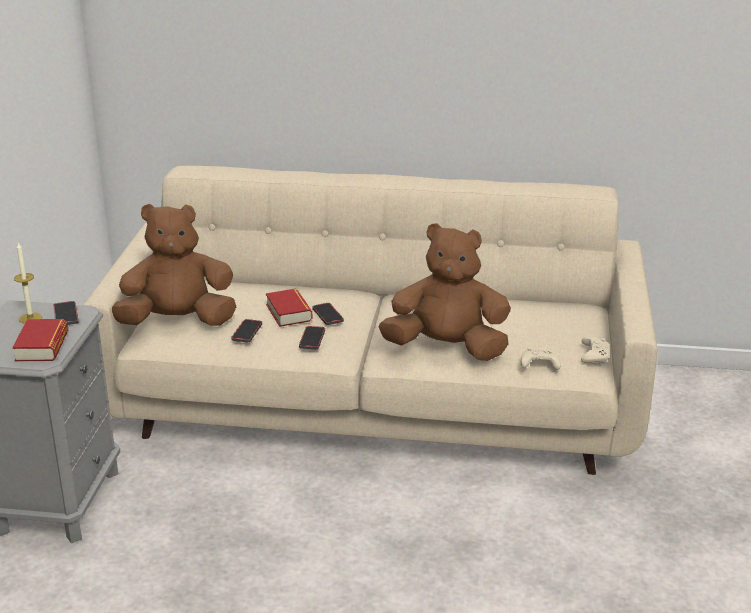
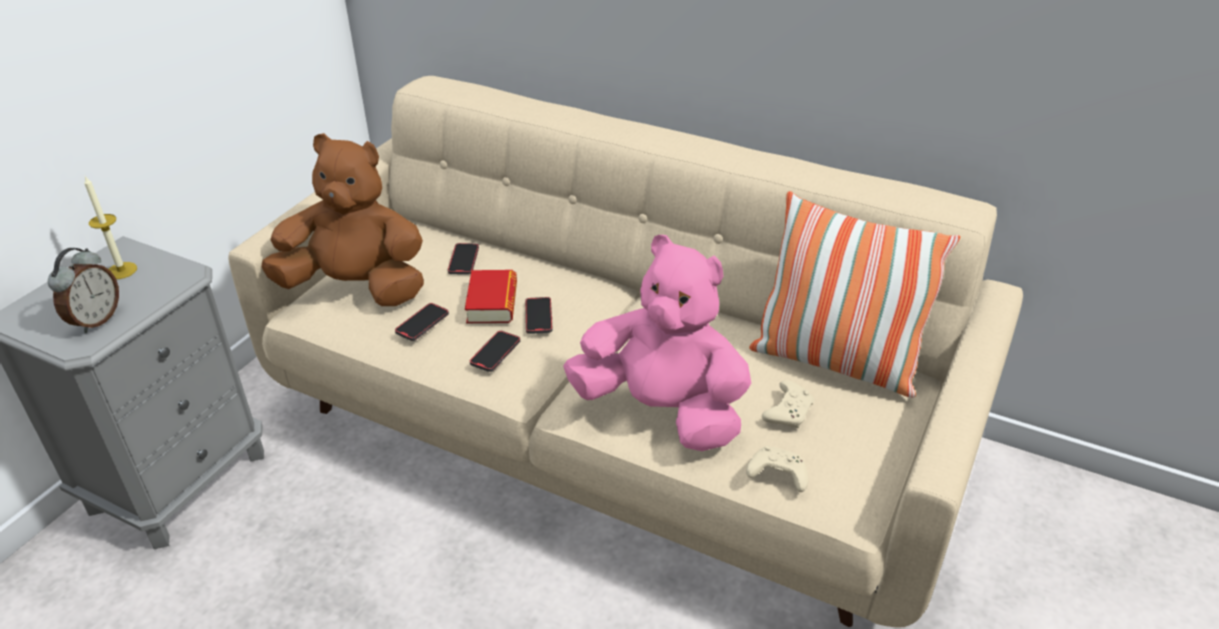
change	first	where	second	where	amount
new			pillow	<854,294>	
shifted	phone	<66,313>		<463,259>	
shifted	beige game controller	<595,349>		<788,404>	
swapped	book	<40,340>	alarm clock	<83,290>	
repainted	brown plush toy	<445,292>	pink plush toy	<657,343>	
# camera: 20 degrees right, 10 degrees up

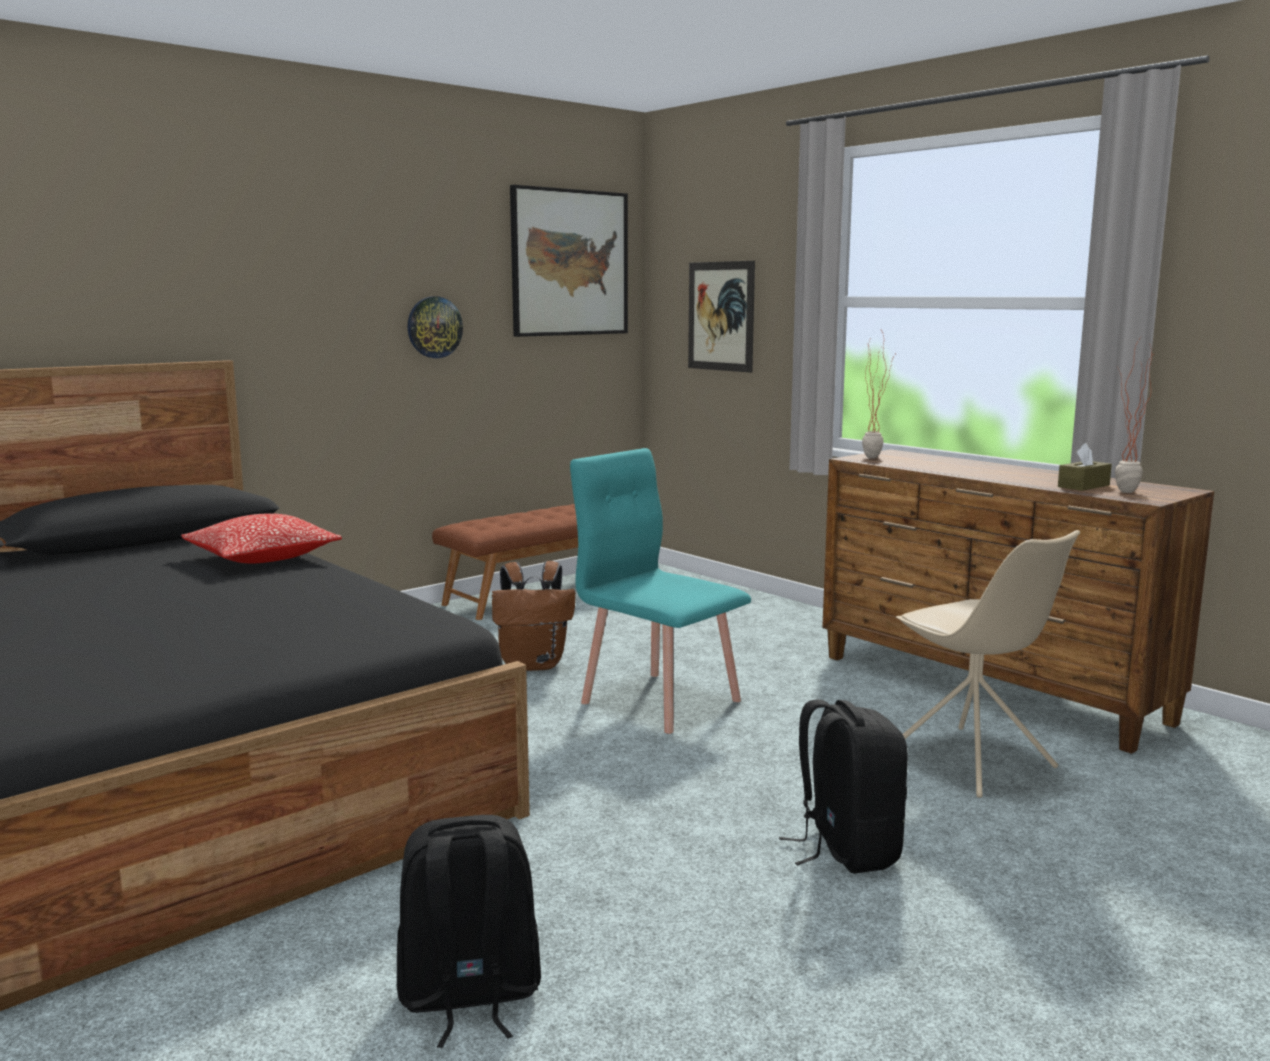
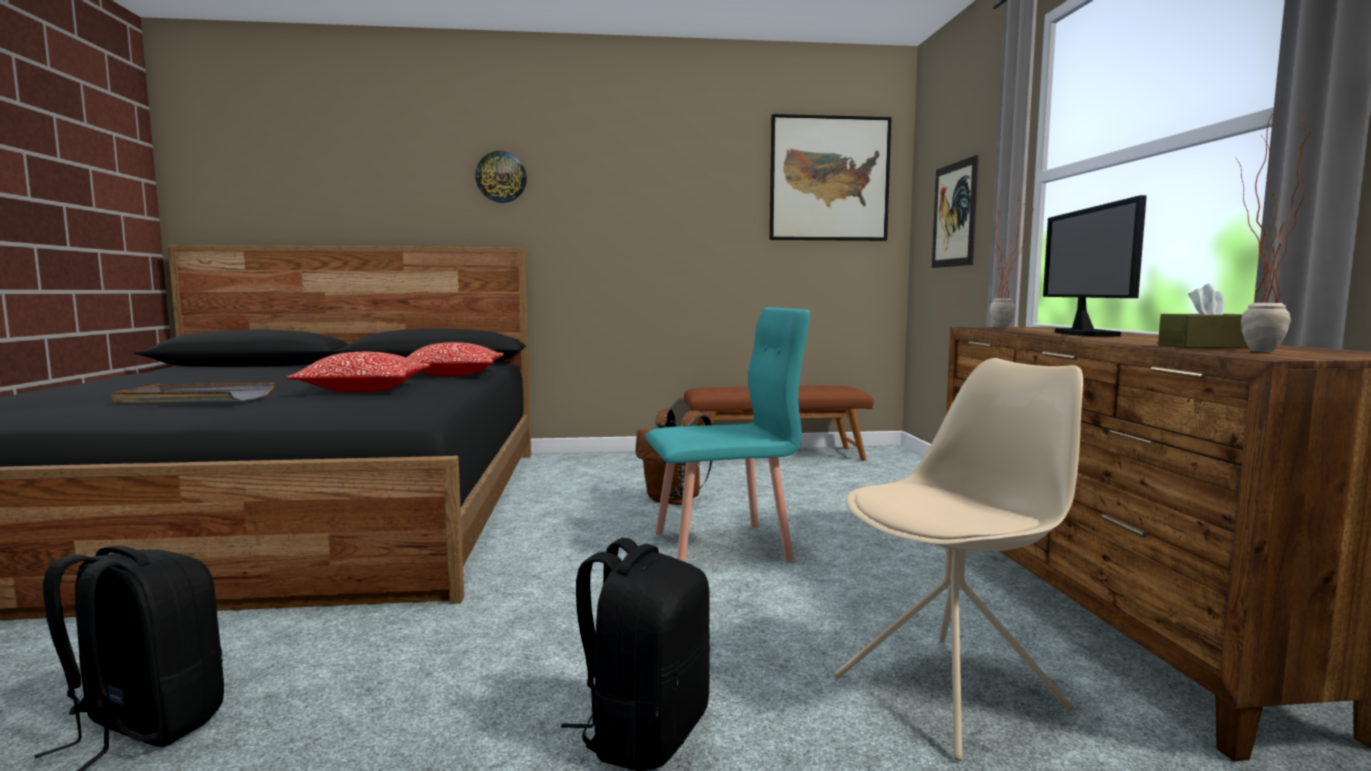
change	first	where	second	where	amount
new			grey tray	<193,393>	
new			pillow	<358,372>	
new			monitor	<1095,266>	
shifted	wall clock	<435,327>		<501,177>	
rotated	turquoise chair	<660,591>		<727,434>	90 degrees clockwise
rotated	beige chair	<988,664>		<959,559>	120 degrees counterclockwise
# camera: 35 degrees right, 5 degrees down

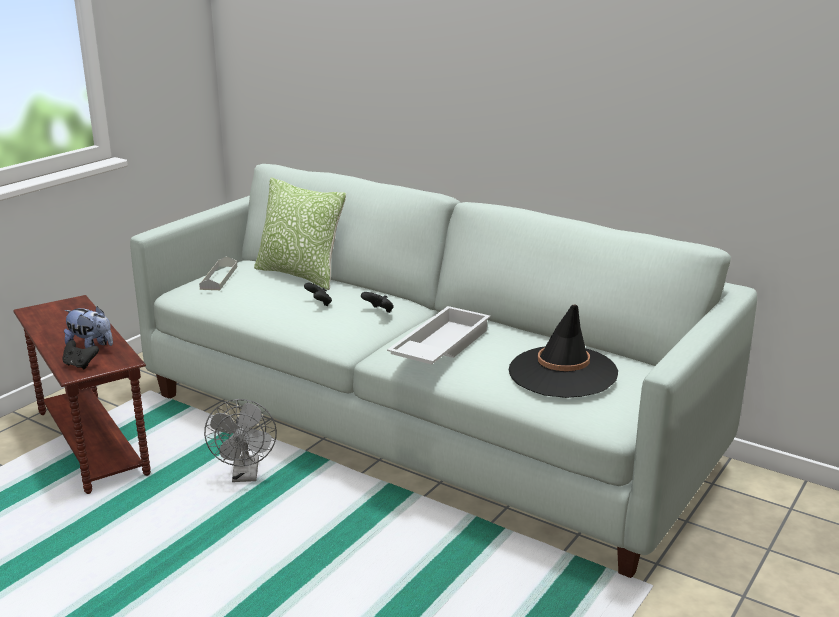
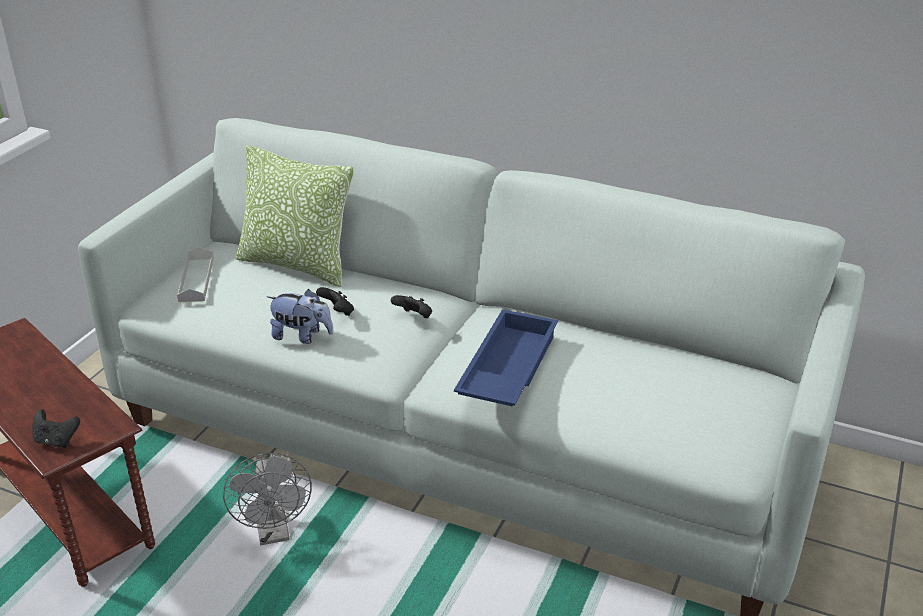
change	first	where	second	where	amount
gone	black hat	<563,351>			
shifted	plush toy	<88,327>		<300,316>	
repainted	white tray	<439,335>	blue tray	<506,358>	
# camera: 10 degrees left, 10 degrees up

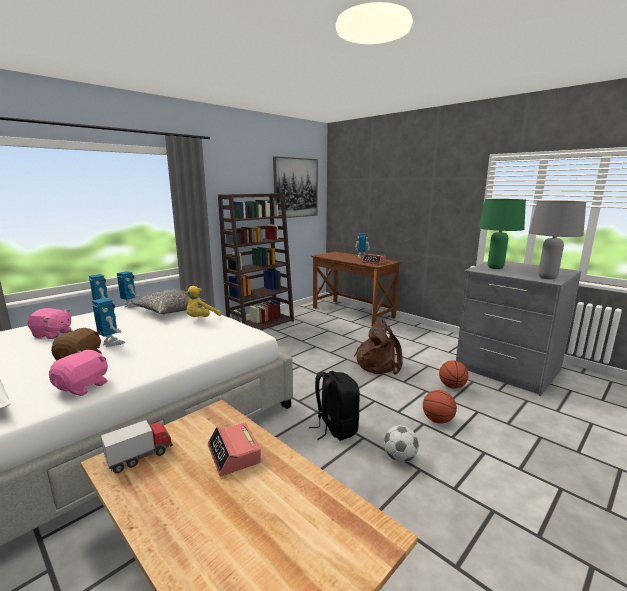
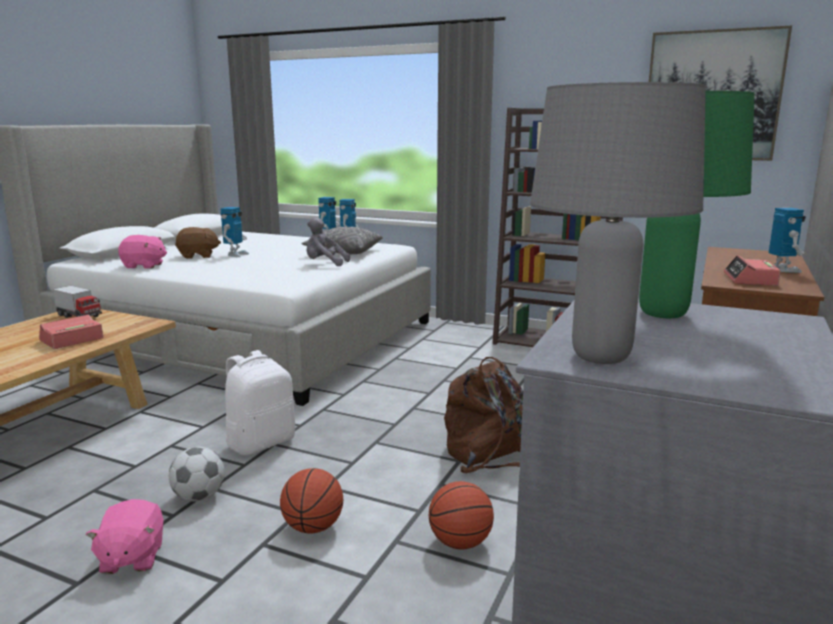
change	first	where	second	where	amount
shifted	pink plush toy	<49,323>		<125,536>	
repainted	yellow plush toy	<203,301>	grey plush toy	<328,241>	
repainted	black backpack	<334,405>	white backpack	<260,403>	
# camera: 70 degrees right, 0 degrees up

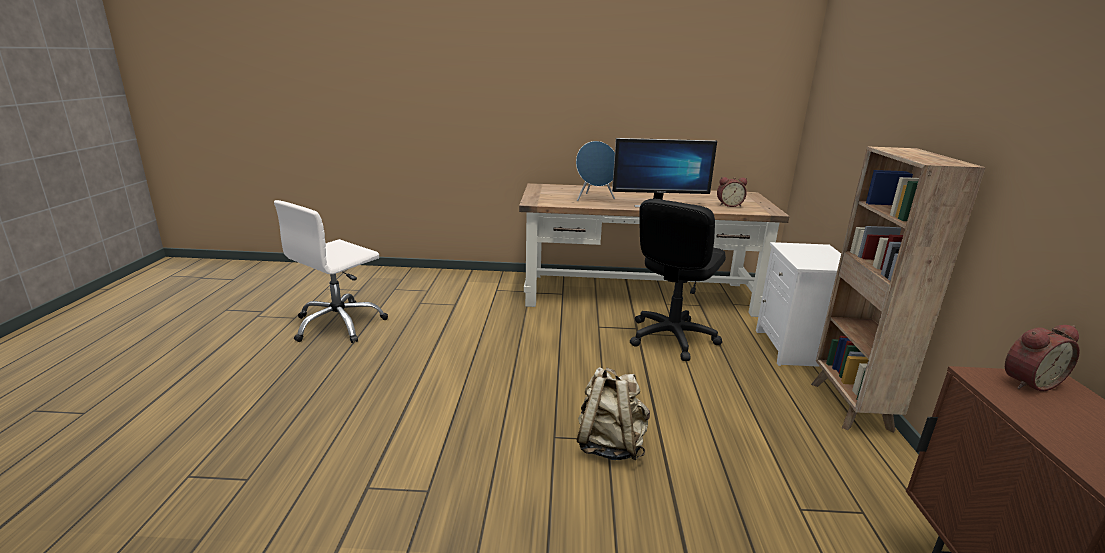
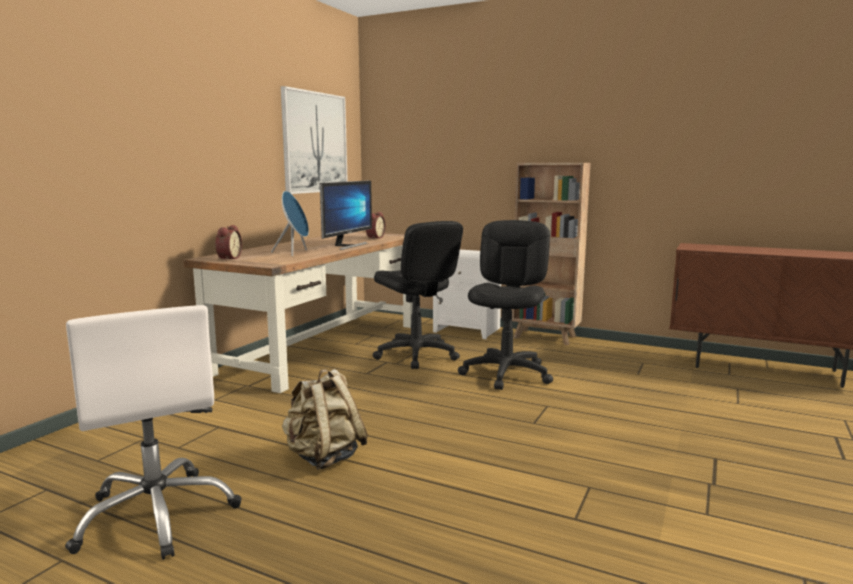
change	first	where	second	where	amount
new			picture	<314,140>	
new			black office chair	<505,305>	
shifted	beige backpack	<613,413>		<325,419>	
shifted	alarm clock	<1042,358>		<228,243>	
# camera: 65 degrees left, 10 degrees down

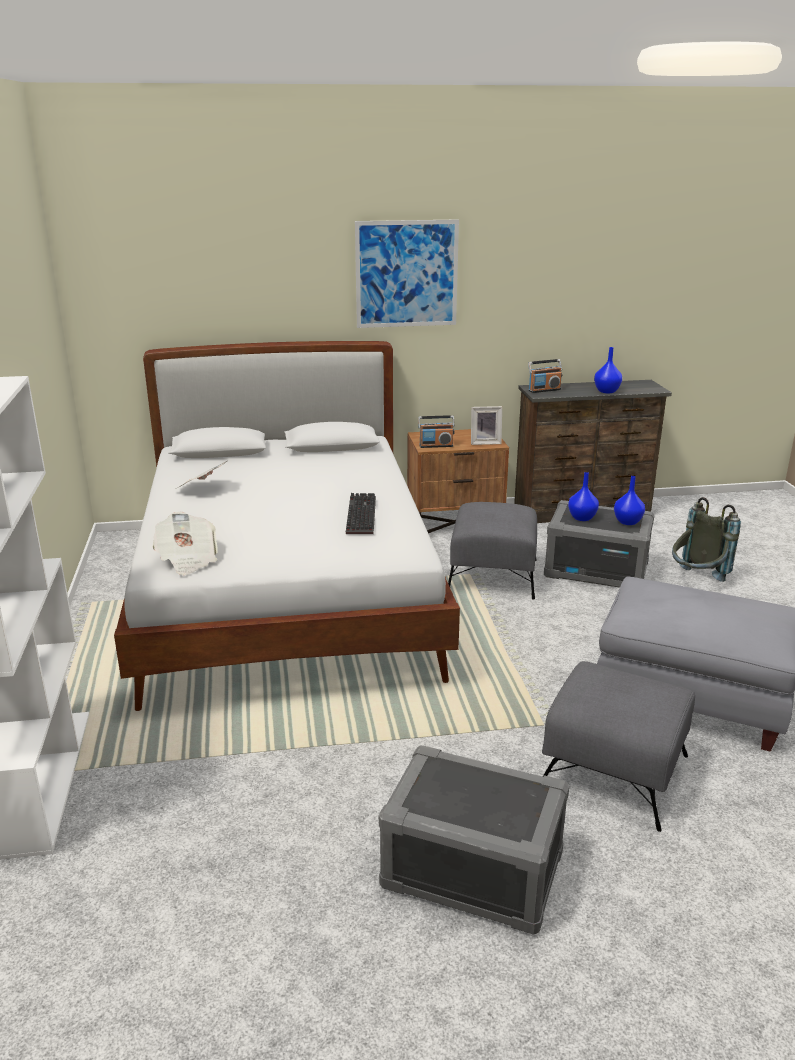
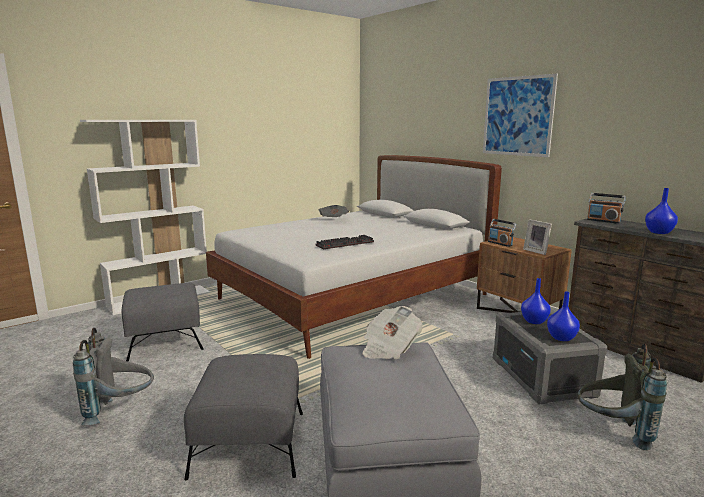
change	first	where	second	where	amount
shifted	newspaper	<185,543>		<392,332>	
shifted	grey ottoman	<492,551>		<162,322>	
swapped	grey storage box	<474,840>	grey backpack	<113,376>	
# camera: 60 degrees right, 10 degrees down

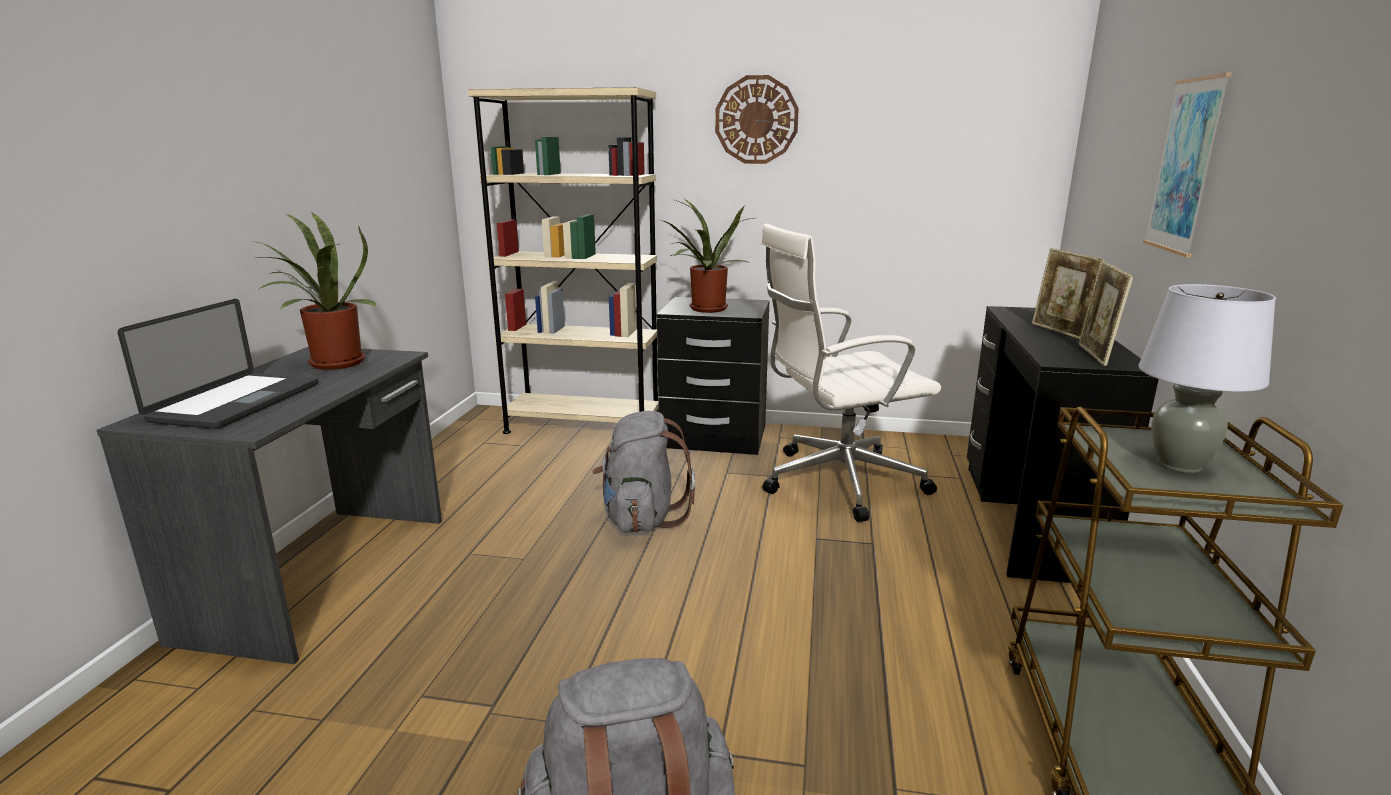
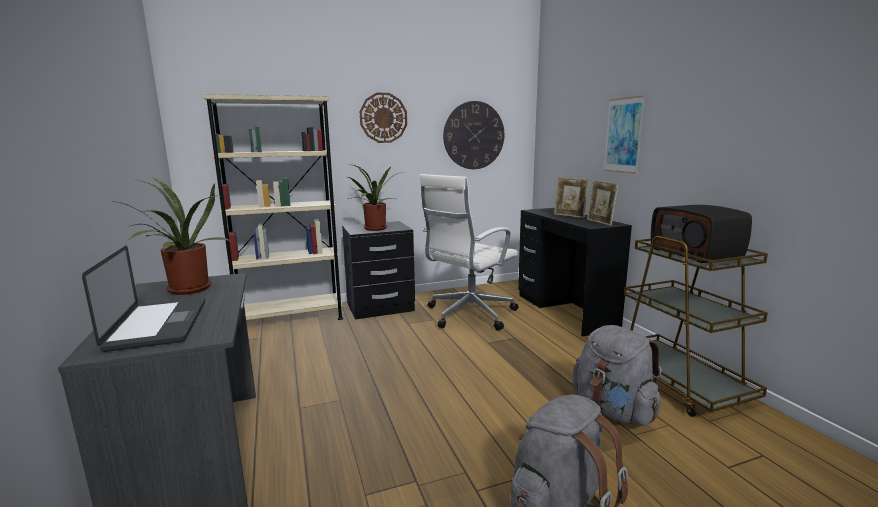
change	first	where	second	where	amount
new			wall clock	<473,135>	
shifted	grey backpack	<643,472>		<617,375>	
swapped	grey table lamp	<1207,378>	radio	<701,234>	
# camera: 30 degrees left, 5 degrees down

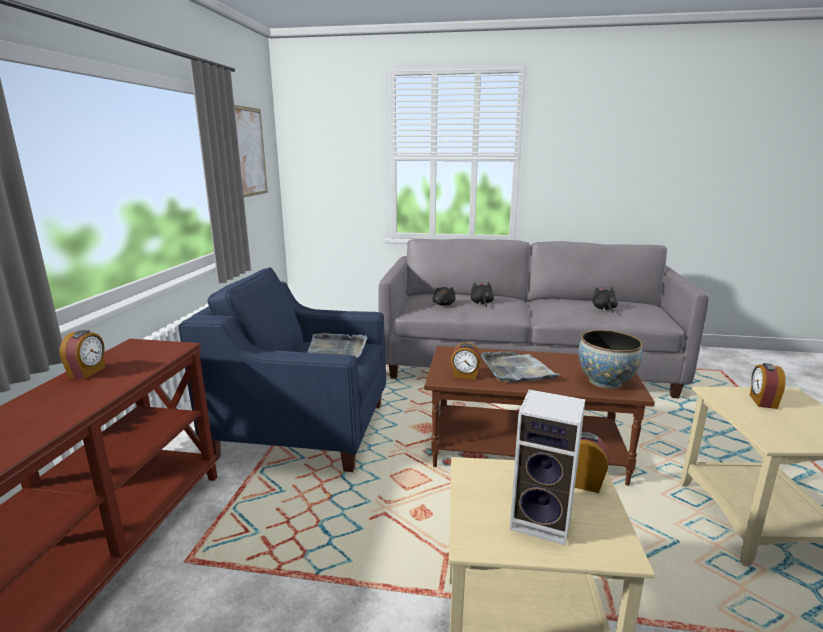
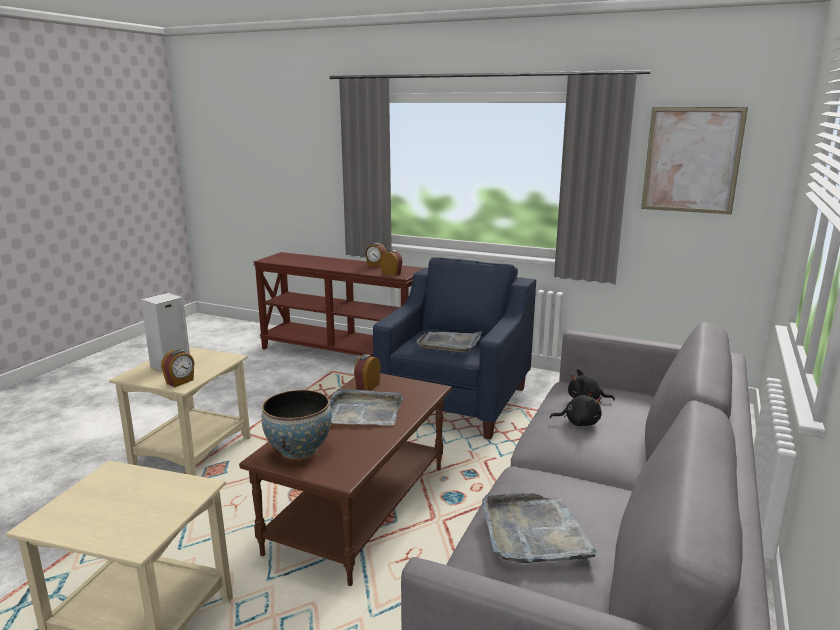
change	first	where	second	where	amount
shifted	alarm clock	<768,386>		<391,262>	
swapped	black plush toy	<605,300>	grey tray	<541,528>	
# camera: 105 degrees right, 0 degrees up

